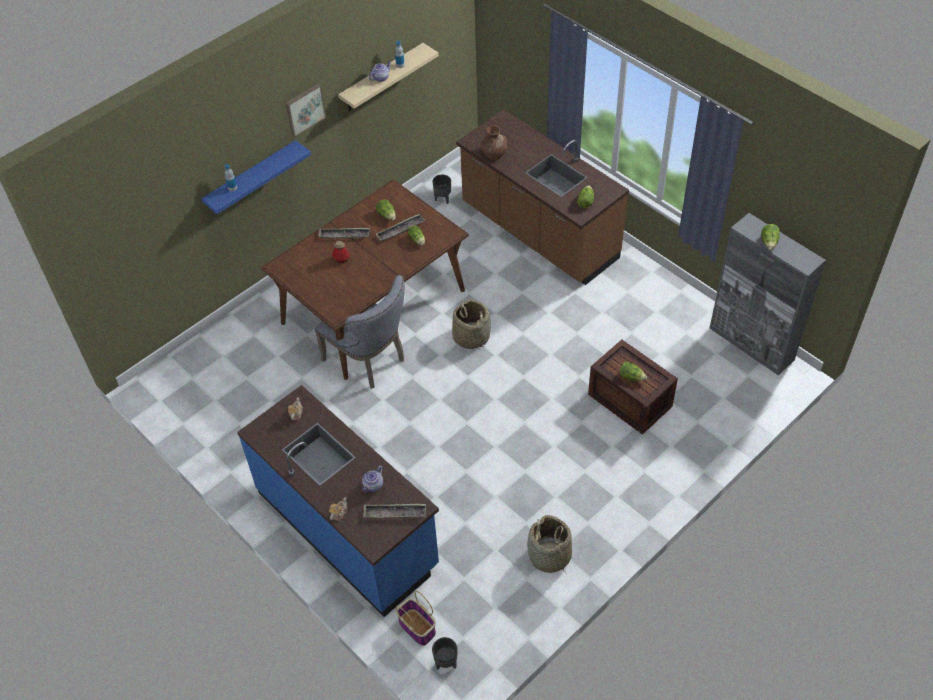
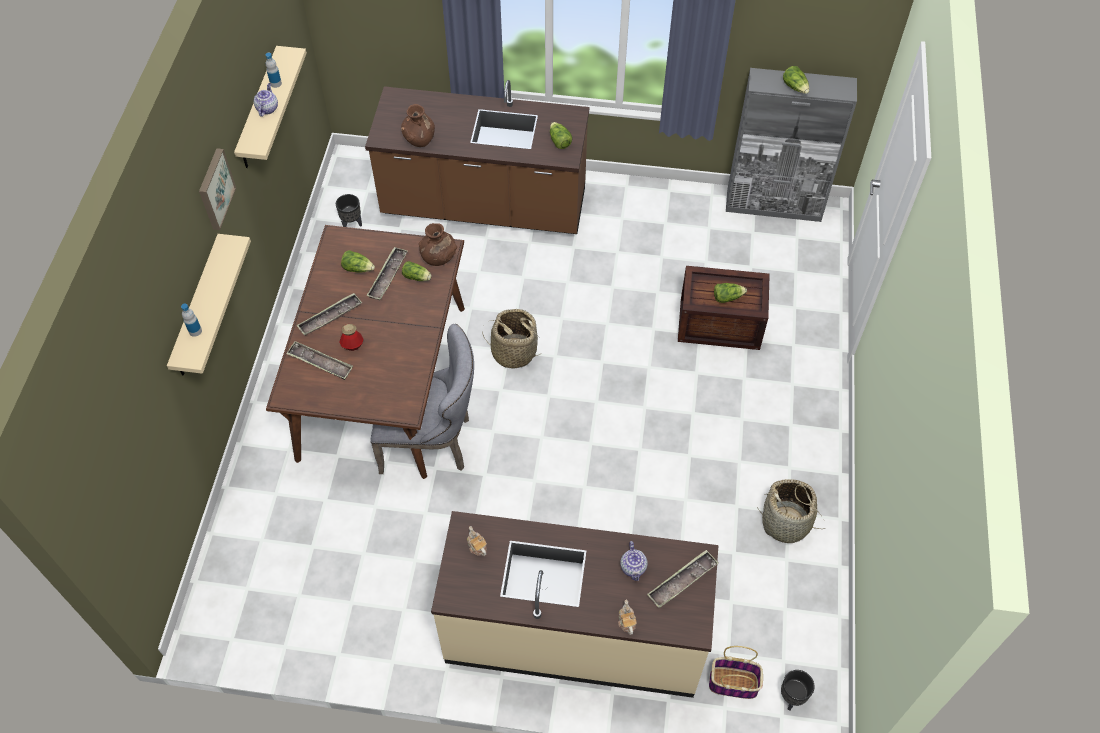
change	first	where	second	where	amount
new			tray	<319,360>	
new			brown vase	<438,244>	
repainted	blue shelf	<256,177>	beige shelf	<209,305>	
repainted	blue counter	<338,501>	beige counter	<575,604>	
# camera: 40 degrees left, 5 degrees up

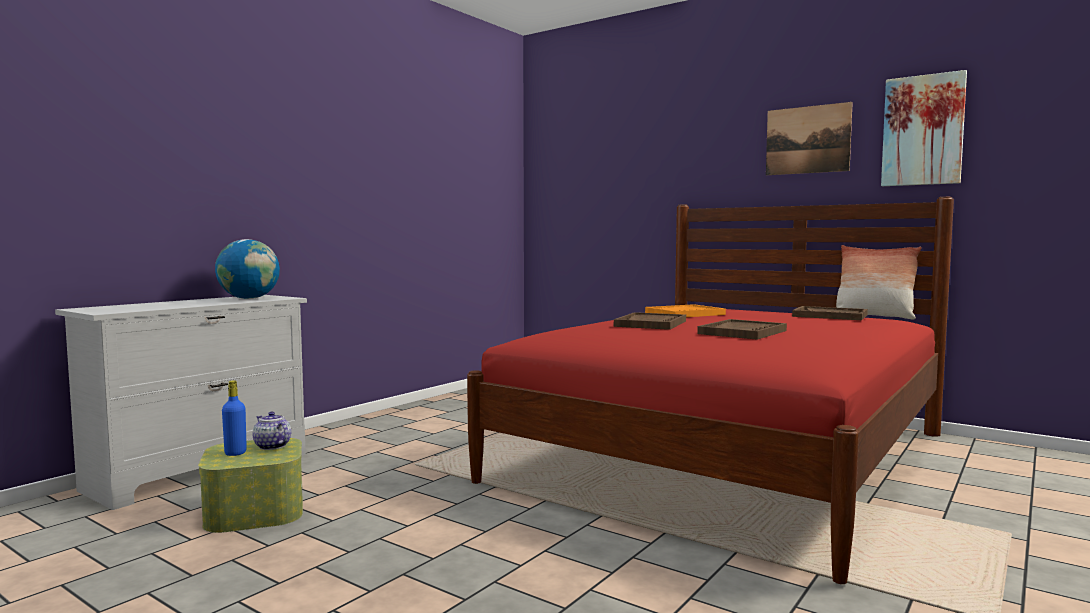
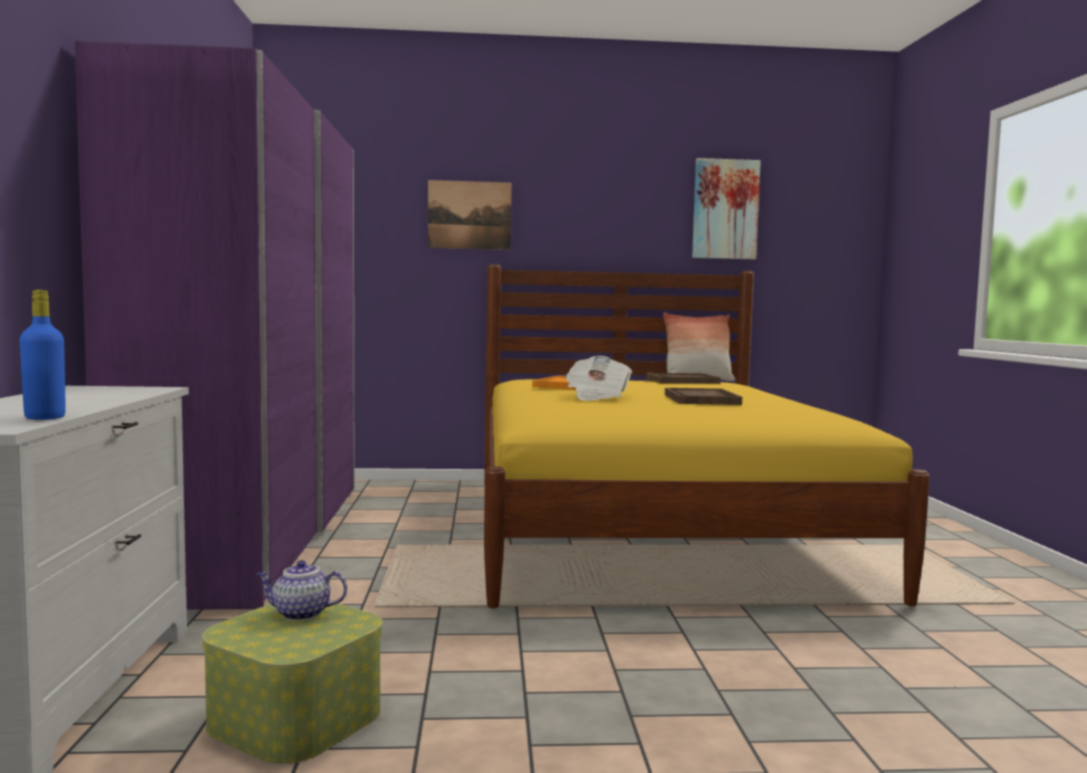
change	first	where	second	where	amount
gone	globe	<247,269>			
new			purple wardrobe	<215,324>	
shifted	blue bottle	<234,418>		<43,355>	
shifted	picture	<809,138>		<469,215>	
swapped	brown tray	<650,321>	newspaper	<598,378>	
repainted	red bed	<710,390>	yellow bed	<707,436>	
# camera: 40 degrees left, 0 degrees up

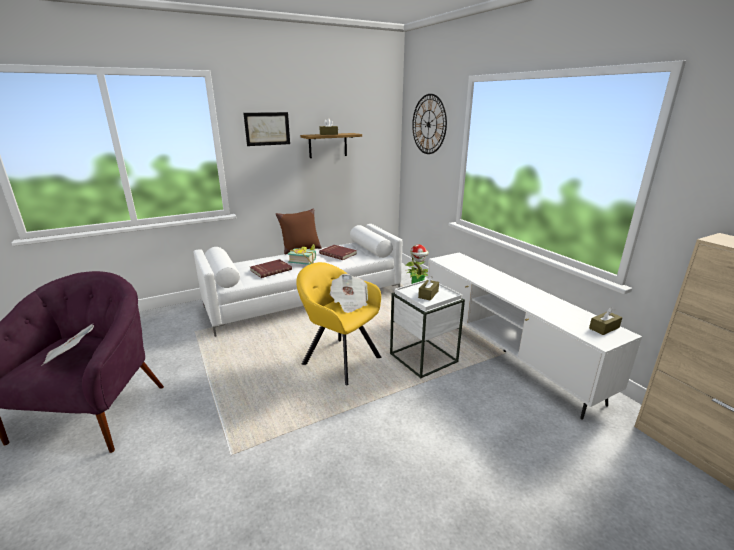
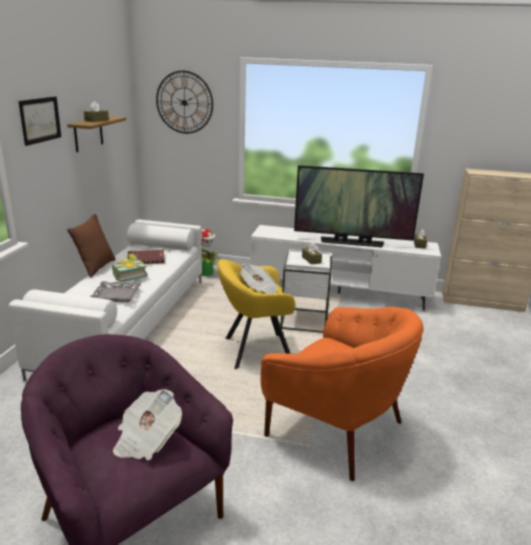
change	first	where	second	where	amount
new			orange armchair	<342,394>	
new			television	<359,206>	
swapped	red book	<271,268>	grey tray	<116,291>	
# camera: 50 degrees left, 0 degrees up

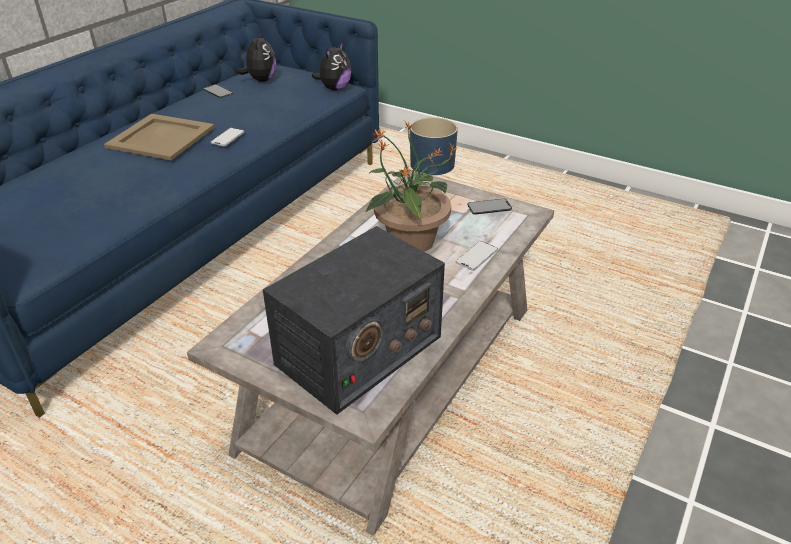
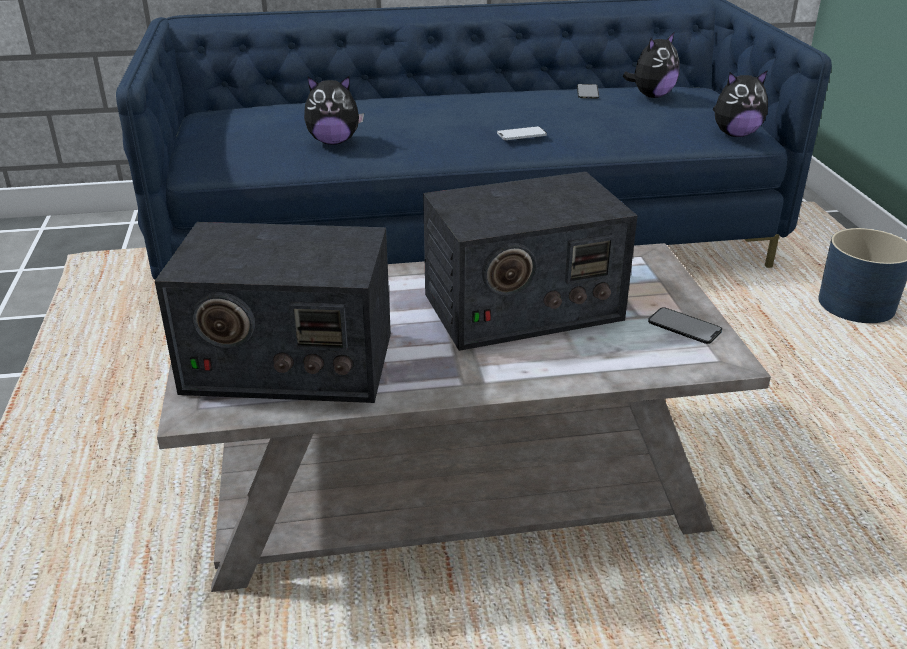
change	first	where	second	where	amount
gone	beige tray	<159,137>			
gone	phone	<477,256>			
new			plush toy	<334,110>	
swapped	potted plant	<412,186>	radio	<530,261>	
# camera: 50 degrees right, 5 degrees down

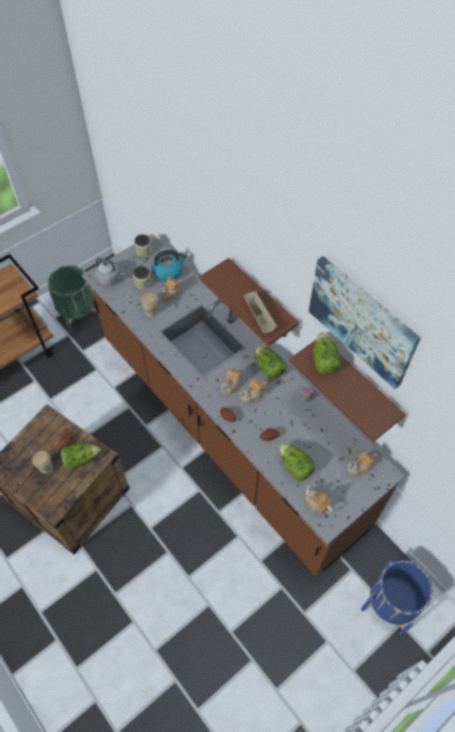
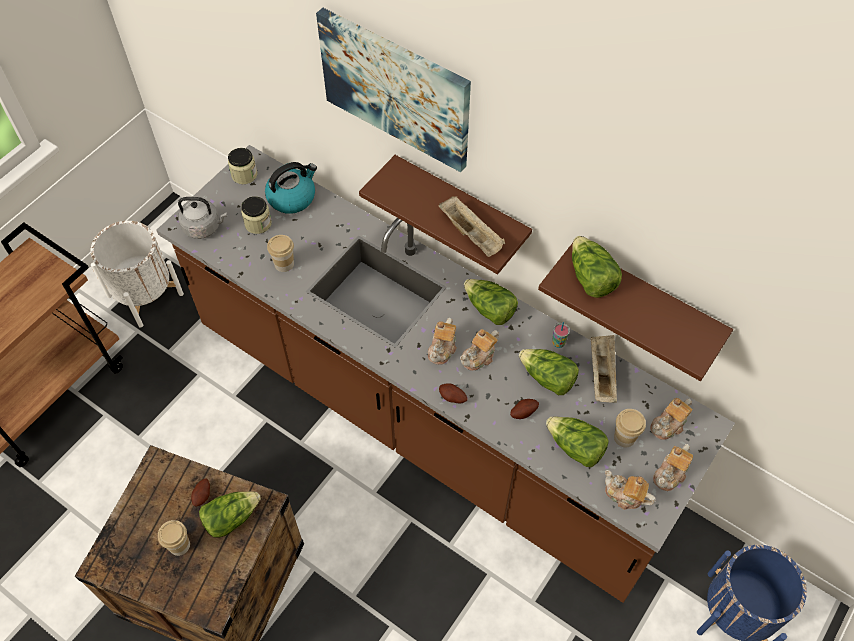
change	first	where	second	where	amount
new			lettuce	<549,372>	
new			beige tray	<604,369>	
new			cup	<630,428>	
shifted	teapot	<169,289>		<673,467>	
shifted	picture	<365,322>		<393,90>	
repainted	green planter	<74,299>	white planter	<137,274>	
# camera: 15 degrees left, 0 degrees up

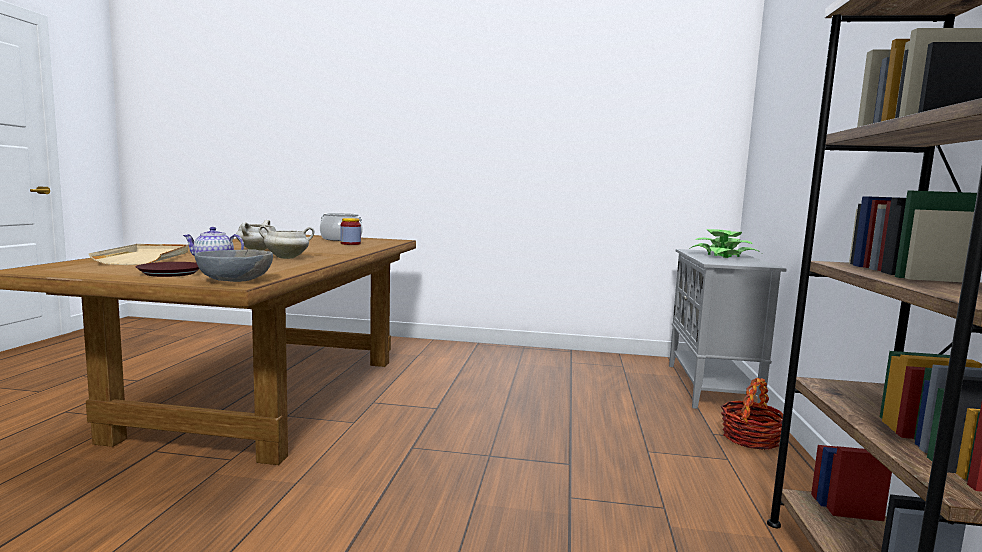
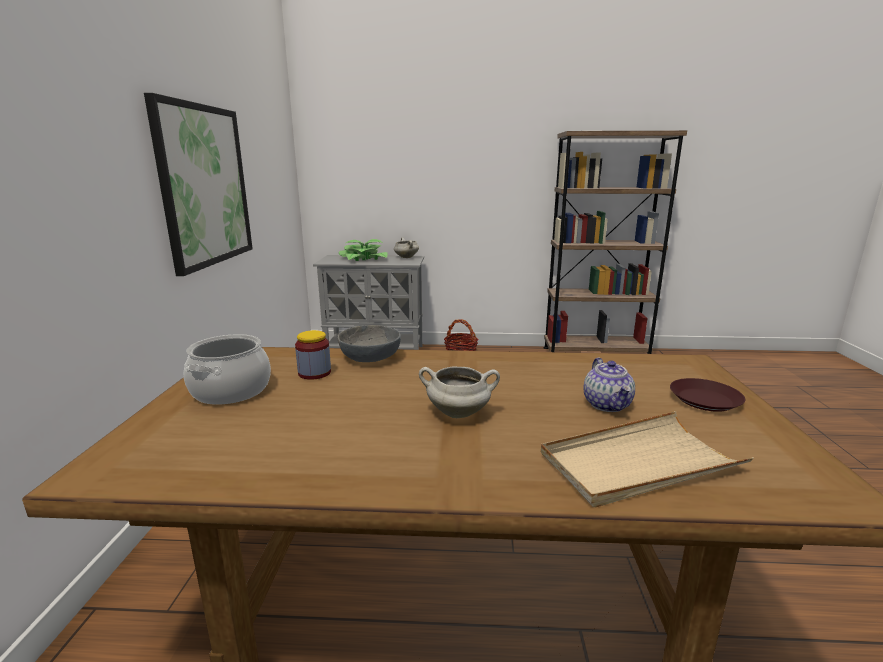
change	first	where	second	where	amount
new			picture	<198,184>	
shifted	grey bowl	<234,265>		<369,343>	
shifted	white cooking pot	<286,242>		<406,248>	
# camera: 95 degrees left, 10 degrees up

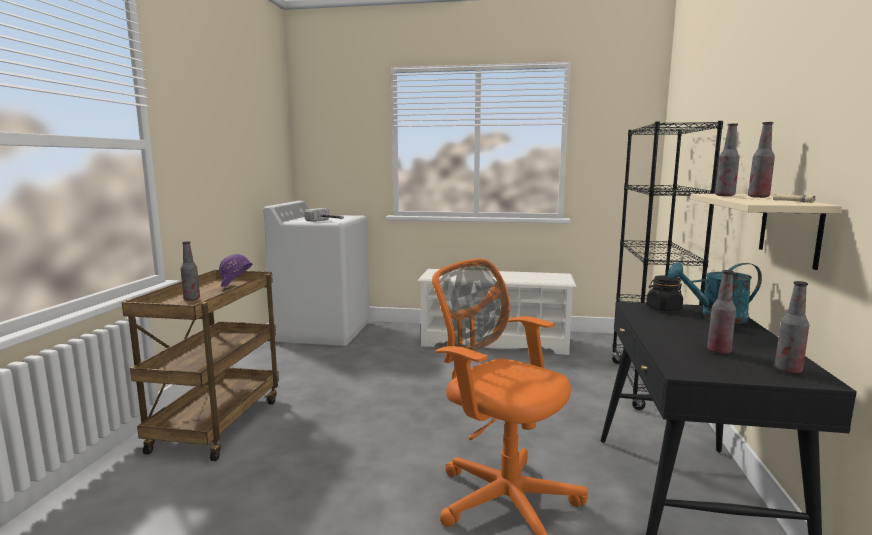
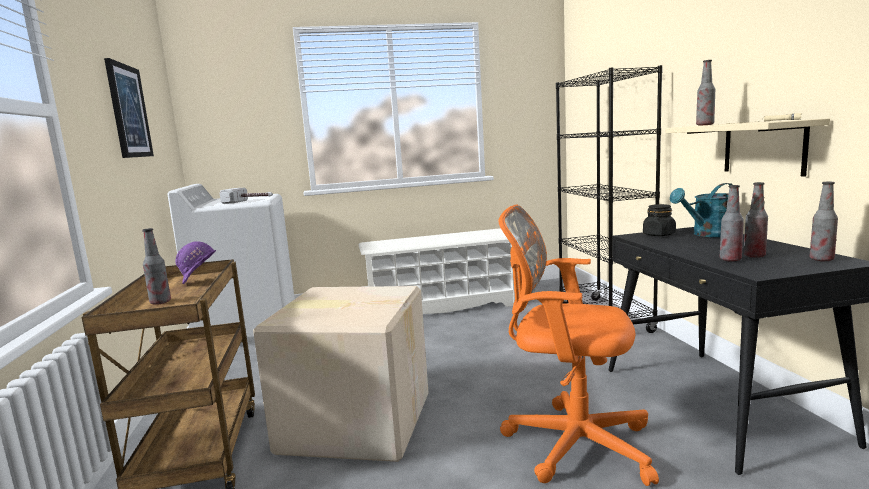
change	first	where	second	where	amount
new			picture	<129,108>	
new			cardboard box	<341,374>	
shifted	bottle	<761,160>		<732,223>	
# camera: 20 degrees left, 0 degrees up

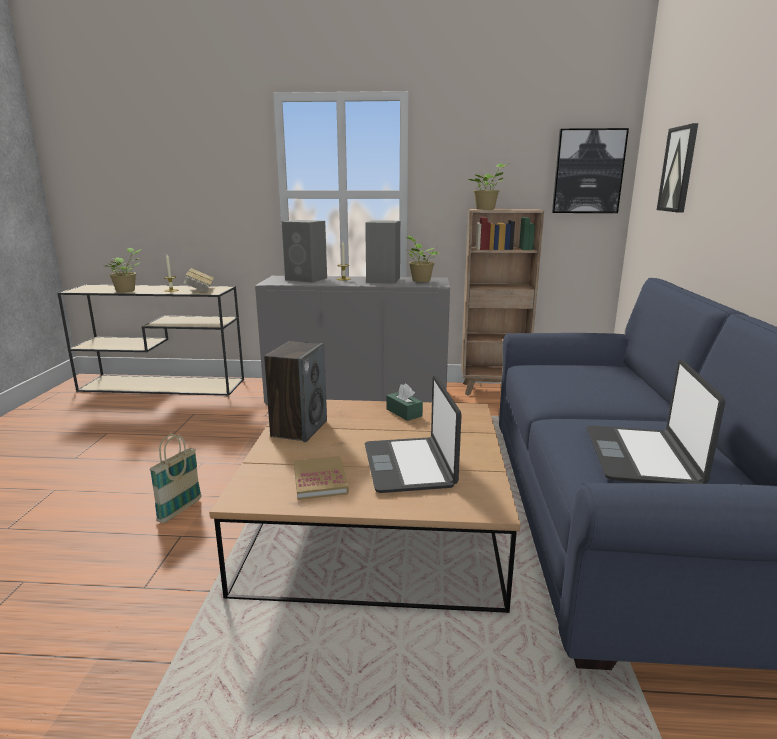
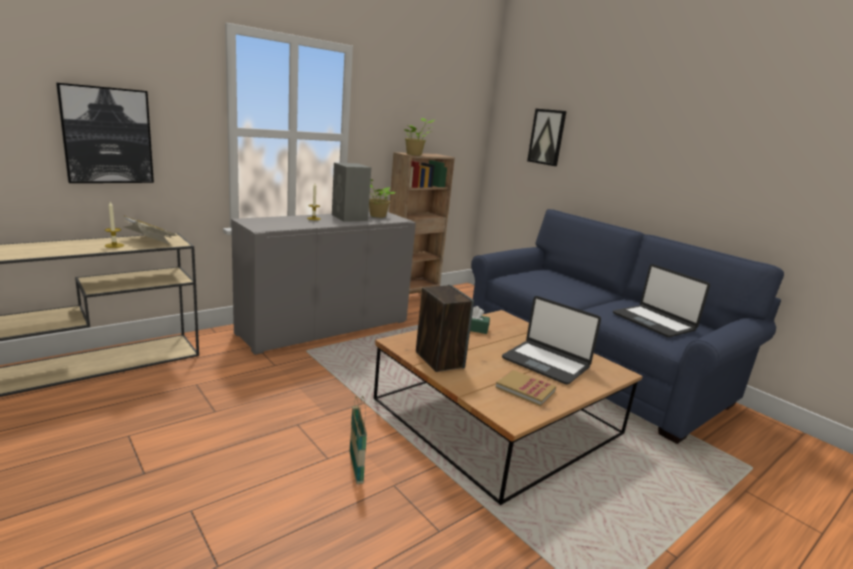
change	first	where	second	where	amount
gone	potted plant	<124,270>			
gone	grey speaker	<304,251>			
shifted	picture	<590,170>		<105,133>	
# camera: 45 degrees left, 0 degrees up

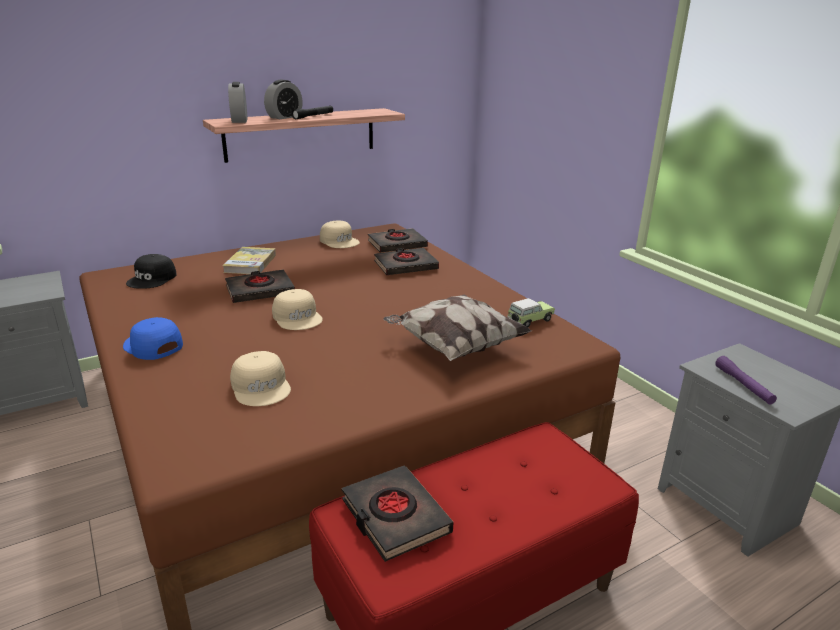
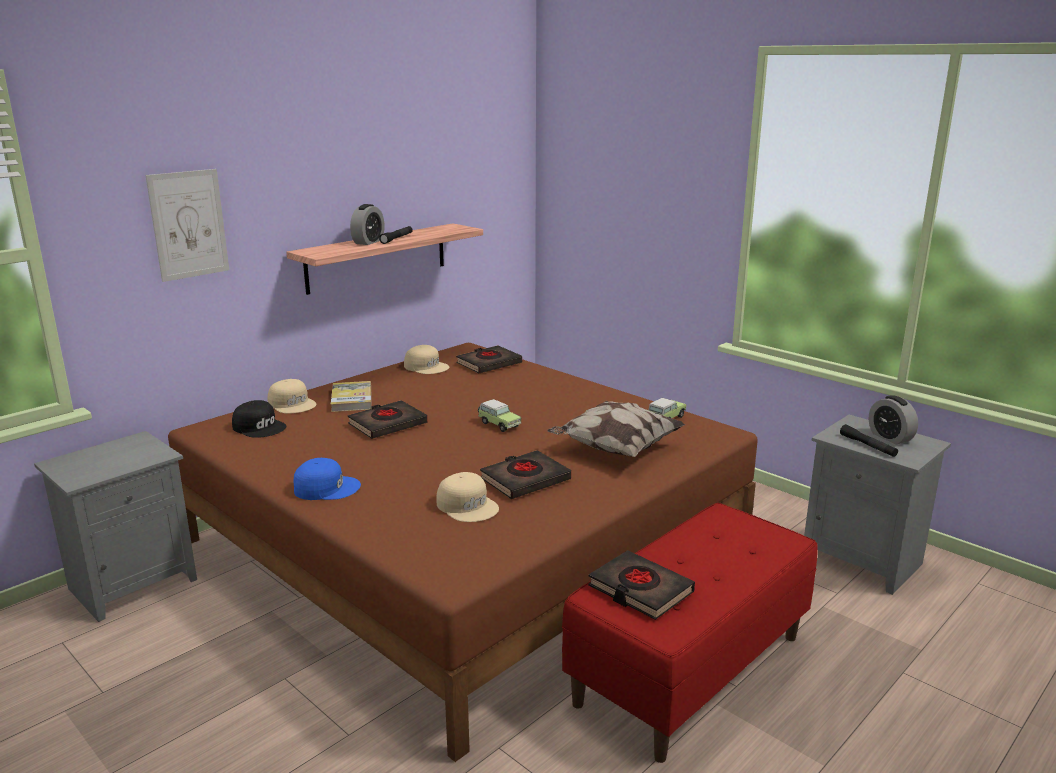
change	first	where	second	where	amount
new			picture	<187,225>	
new			toy car	<499,415>	
shifted	alarm clock	<237,102>		<893,420>	
shifted	beige cap	<297,309>		<292,396>	
shifted	black book	<406,261>		<525,474>	
repainted	purple flashlight	<746,380>	black flashlight	<869,440>	
rotated	blue cap	<153,338>		<327,479>	150 degrees clockwise
rotated	black cap	<151,271>		<259,419>	60 degrees counterclockwise
# camera: 15 degrees left, 5 degrees down

